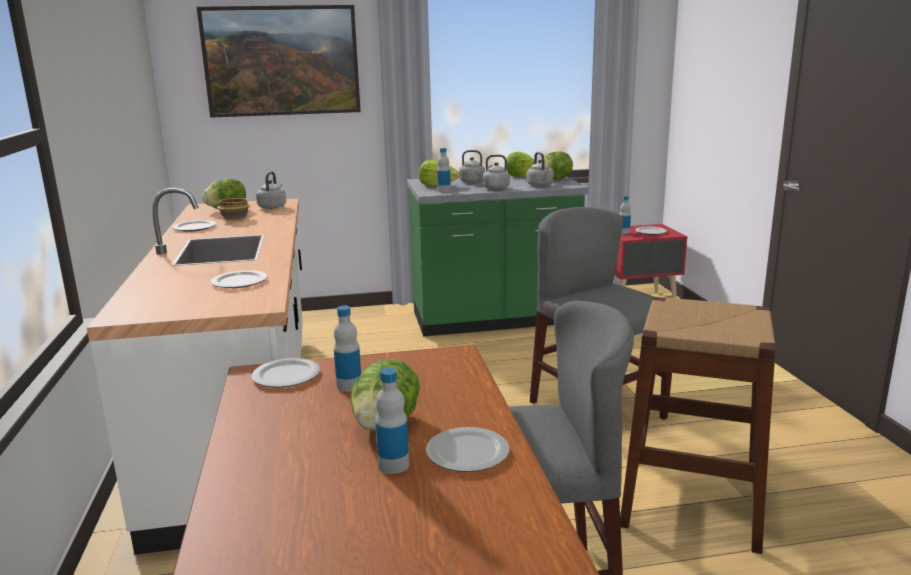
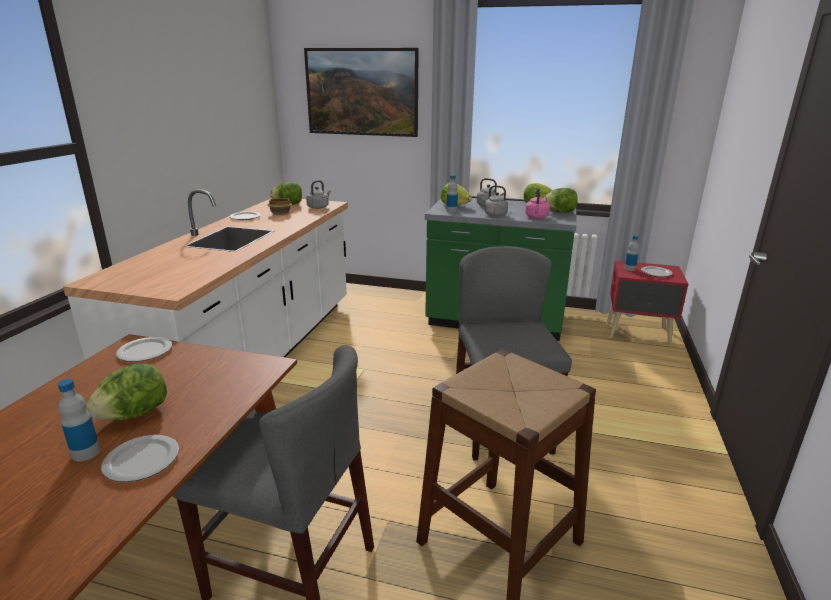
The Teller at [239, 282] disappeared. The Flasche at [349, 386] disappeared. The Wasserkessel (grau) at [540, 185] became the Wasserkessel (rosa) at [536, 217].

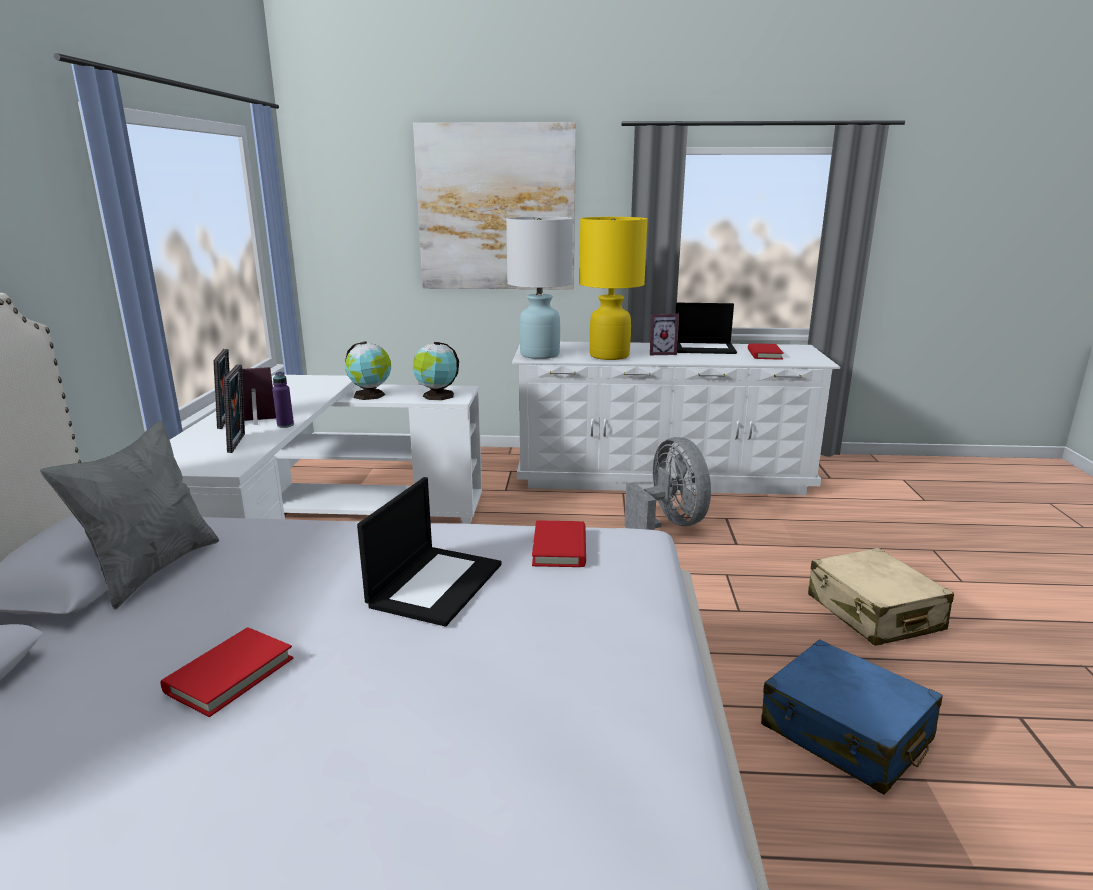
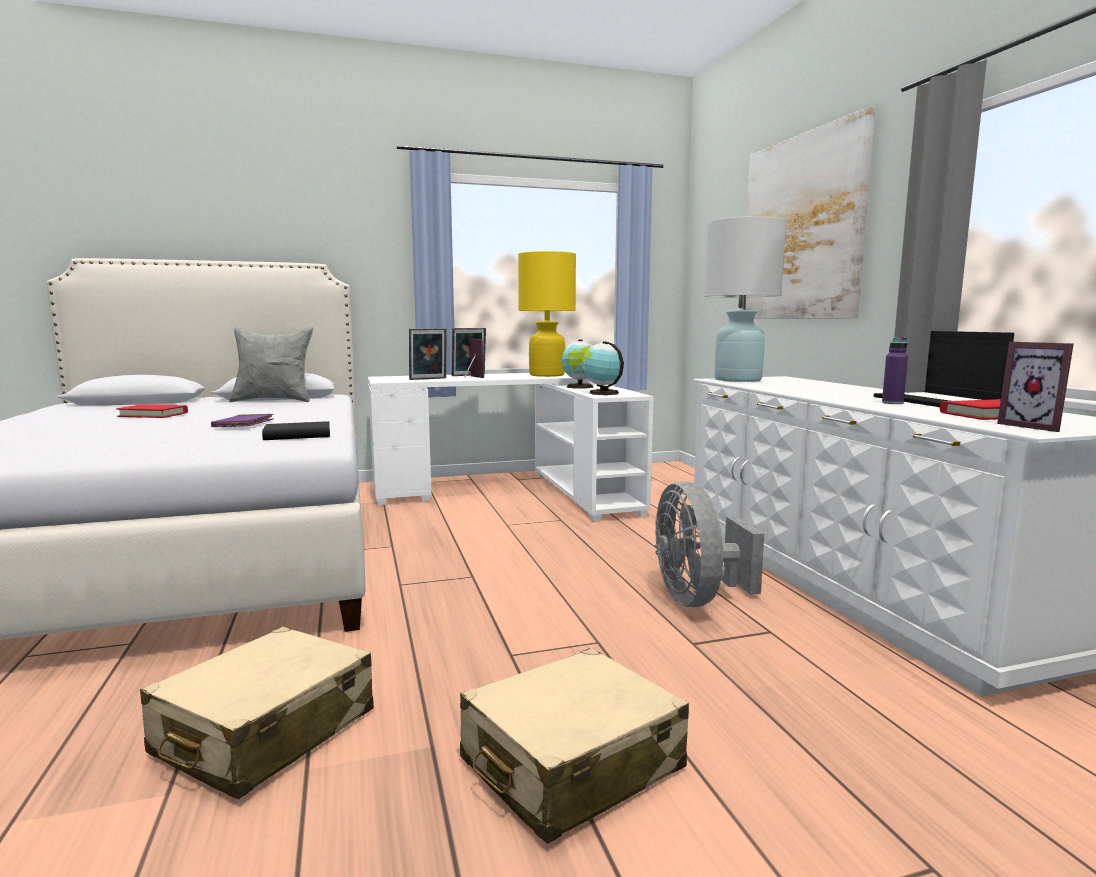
The Flasche (lila) moved from [285, 425] to [892, 403]. The Laptop at [435, 584] was replaced by the Buch (lila) at [243, 424]. The Buch (rot) at [559, 548] became the Buch (schwarz) at [297, 435]. The Tischlampe (gelb) moved from [609, 355] to [547, 375]. The Ventilator (grau) at [668, 525] turned 120 degrees clockwise. The Bilderrahmen moved from [661, 353] to [1036, 426]. The Koffer (blau) at [845, 733] became the Koffer (beige) at [265, 733].

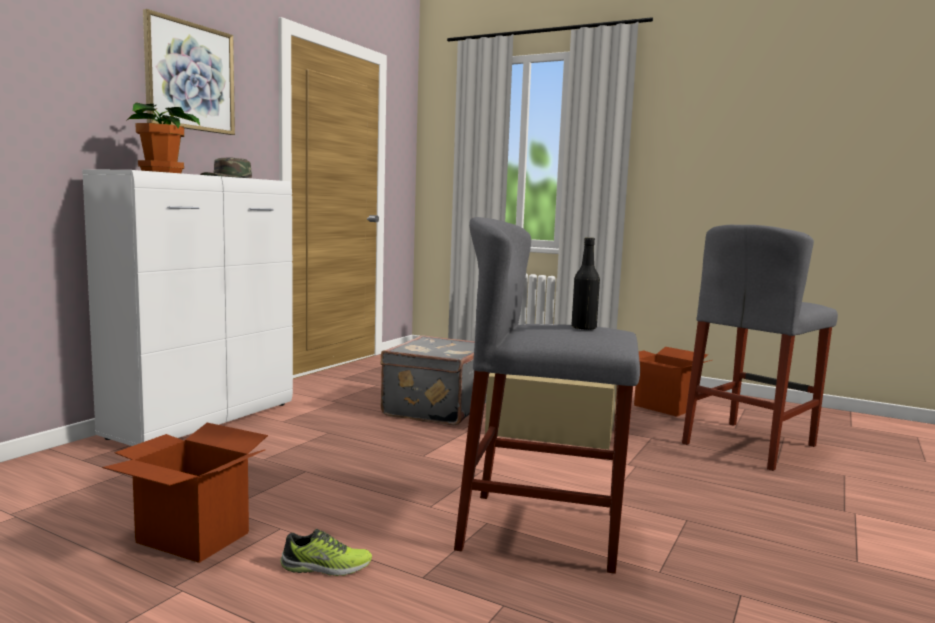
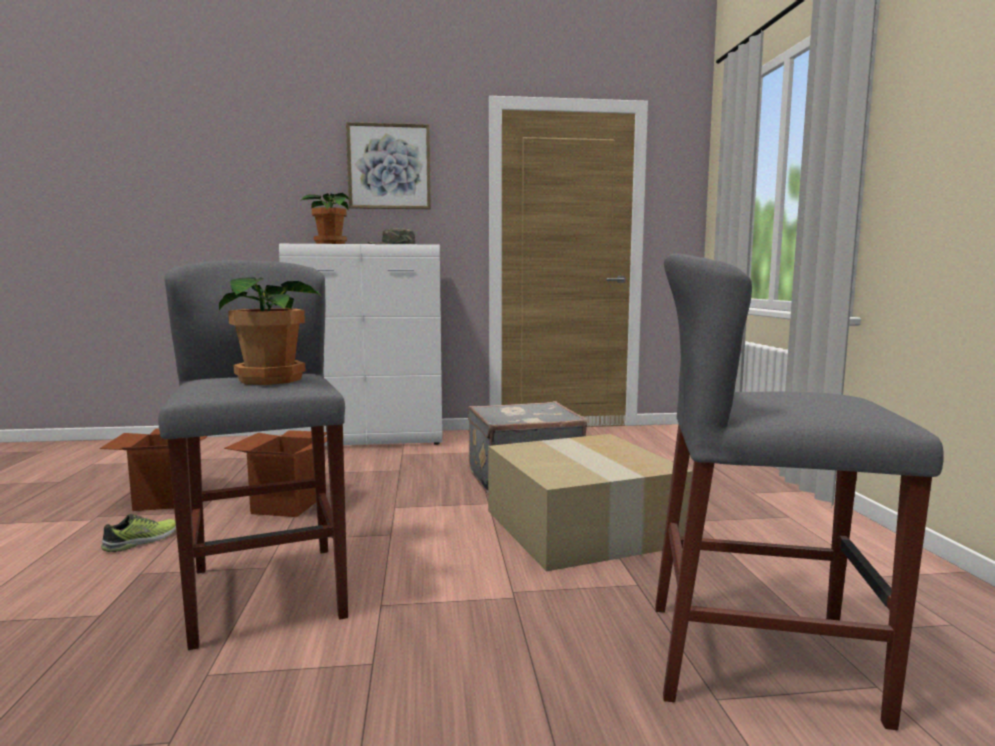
The Schuh at [326, 567] turned 105 degrees counterclockwise. The Flasche (schwarz) at [583, 328] was replaced by the Topfpflanze at [272, 379]. The Karton moved from [664, 407] to [289, 504].

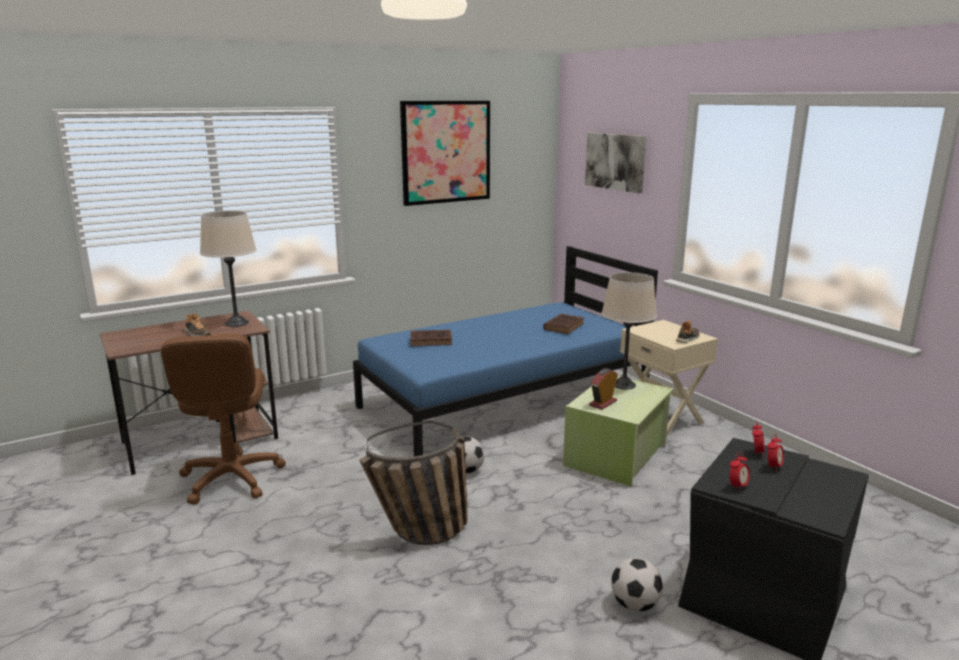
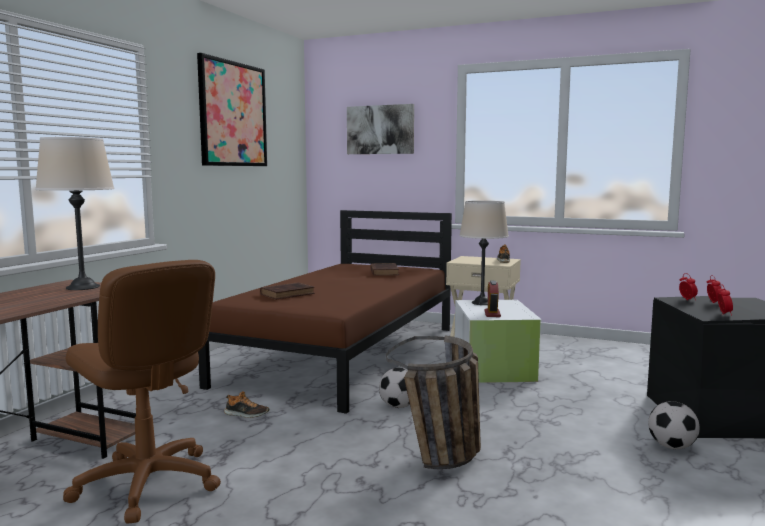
The Schuh moved from [197, 334] to [246, 414]. The Bett (blau) at [504, 401] became the Bett (braun) at [344, 354]. The Aufbewahrungsbox (grün) at [617, 455] became the Aufbewahrungsbox (weiß) at [494, 367].

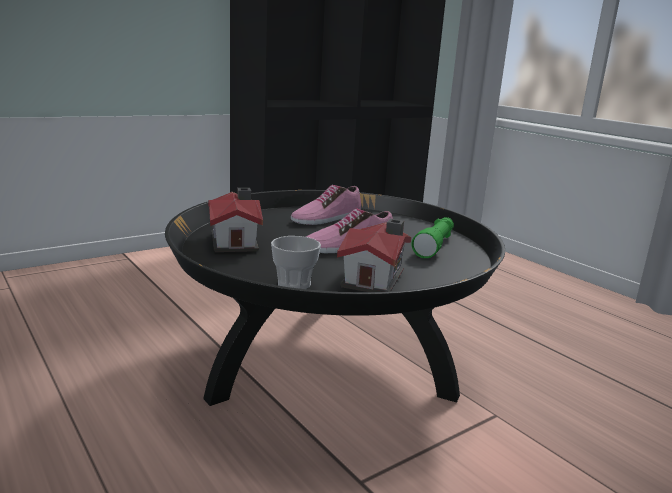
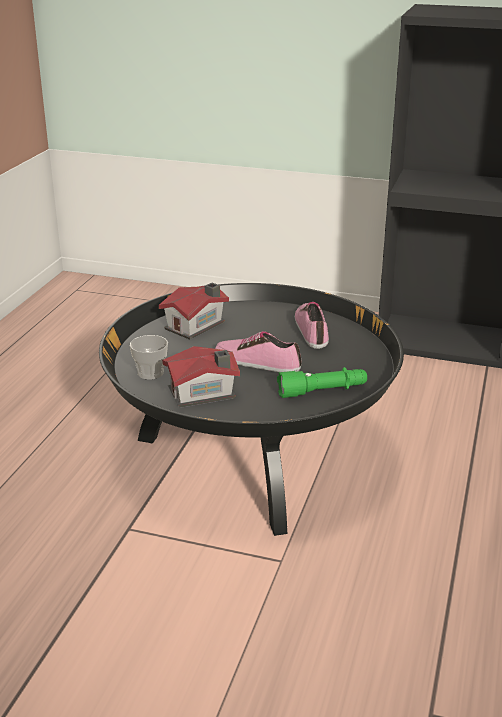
The Schuh at [326, 217] turned 75 degrees clockwise.

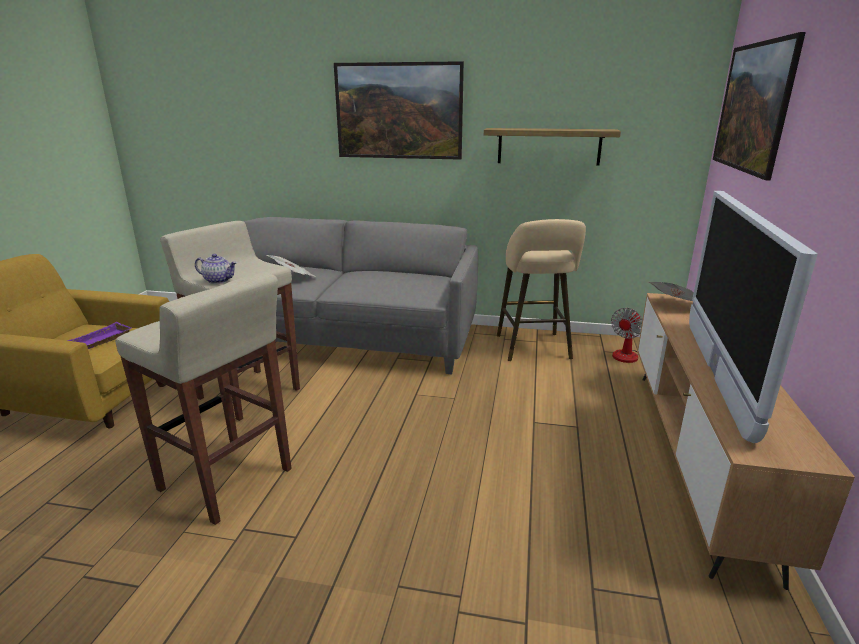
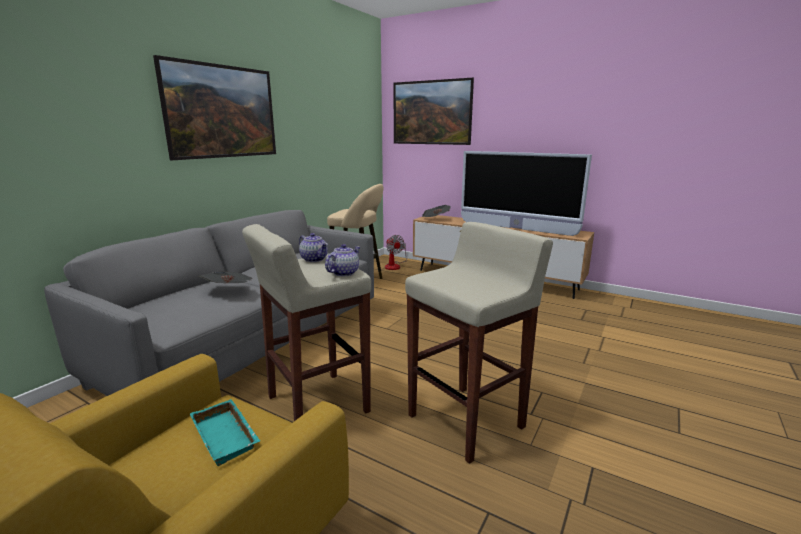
The Tablett (lila) at [101, 341] became the Tablett (türkis) at [227, 435]. The Wandregal at [549, 146] disappeared. The Teekanne at [314, 259] appeared.

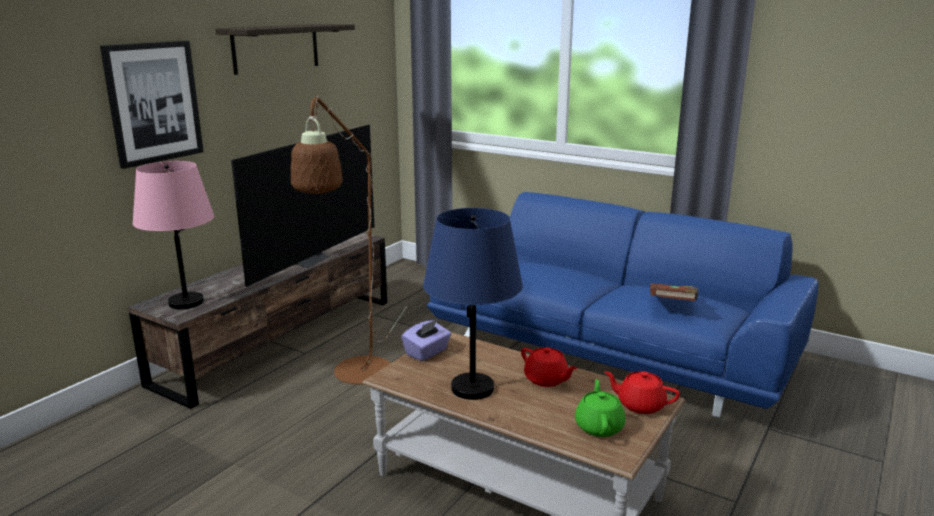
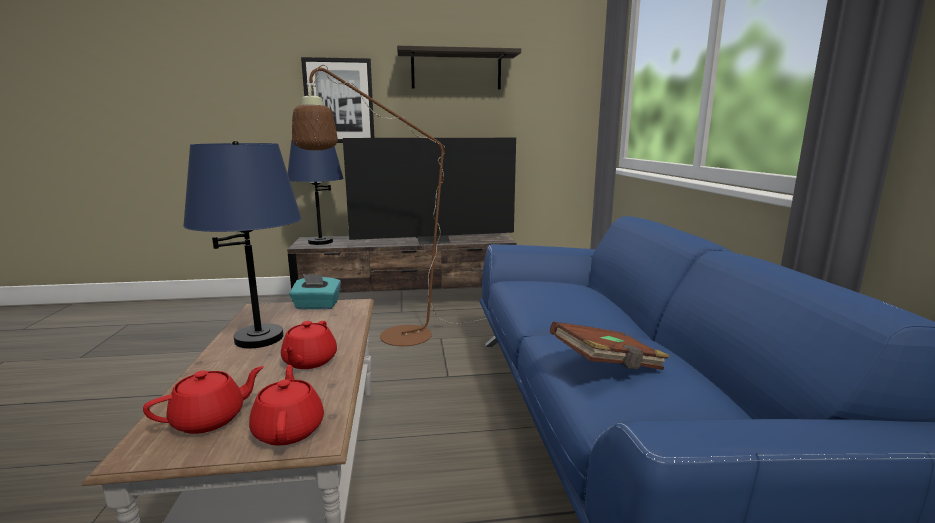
The Tischlampe (rosa) at [186, 302] became the Tischlampe (blau) at [320, 242]. The Taschentuchbox (lila) at [427, 352] became the Taschentuchbox (türkis) at [316, 306]. The Teekanne (grün) at [599, 426] became the Teekanne (rot) at [210, 419].

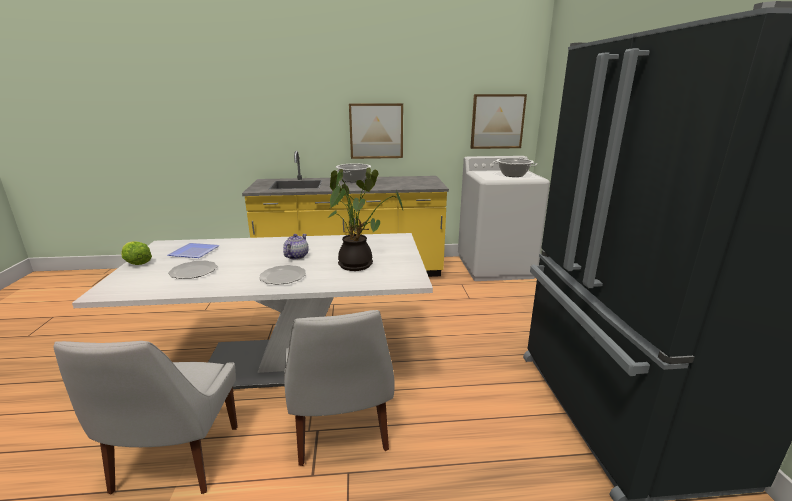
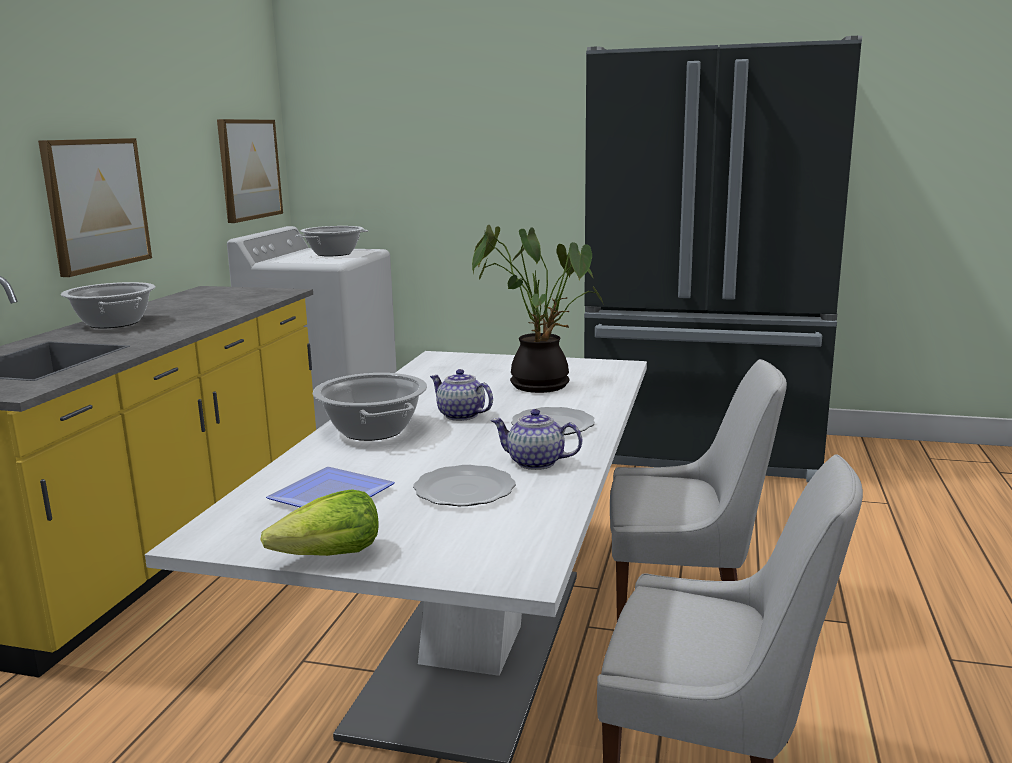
The Kochtopf at [373, 430] appeared. The Teekanne at [535, 463] appeared.

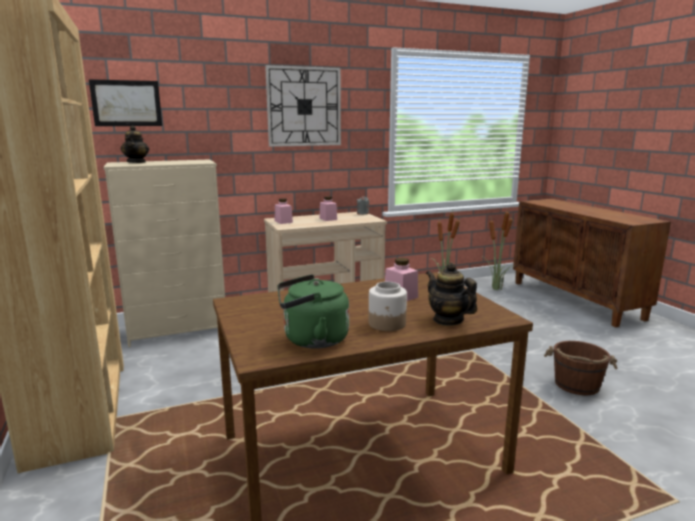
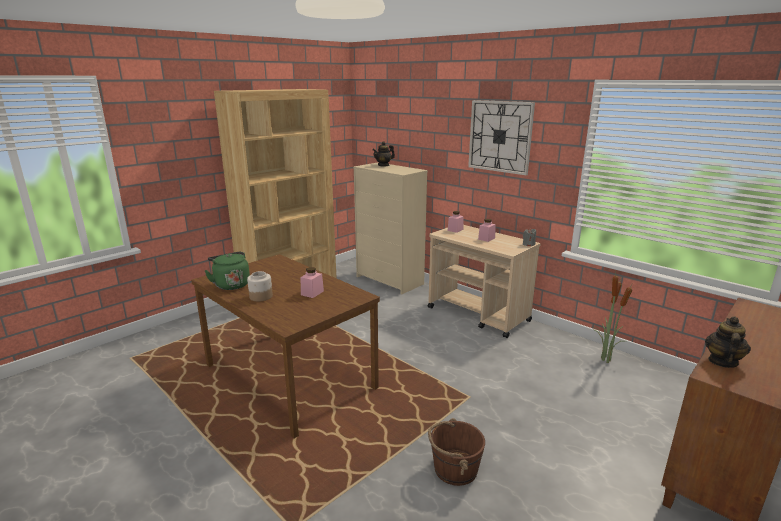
The Bild at [126, 103] disappeared. The Teekanne moved from [448, 320] to [722, 361]. The Topfpflanze at [496, 289] disappeared.

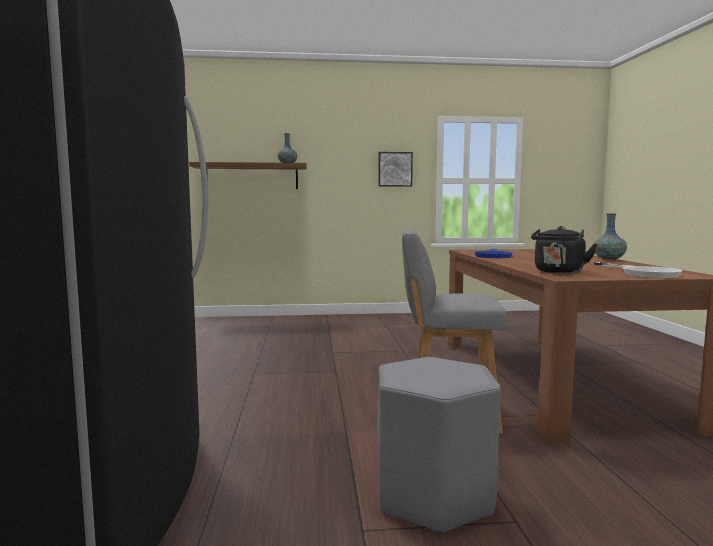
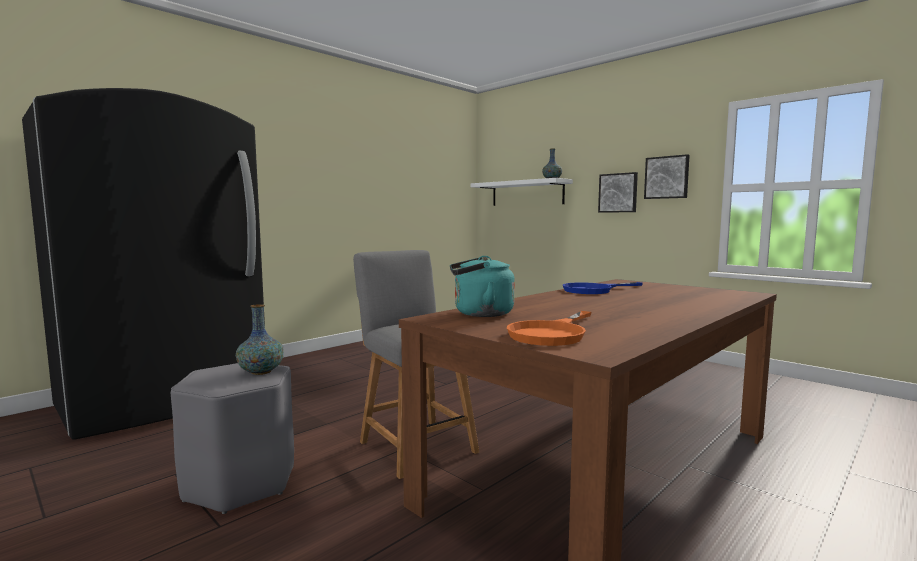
The Wandregal (braun) at [252, 176] became the Wandregal (weiß) at [527, 193]. The Wasserkessel (schwarz) at [558, 272] became the Wasserkessel (türkis) at [479, 314]. The Vase moved from [609, 259] to [261, 372]. The Pfanne (weiß) at [642, 273] became the Pfanne (orange) at [552, 333]. The Bild at [618, 193] appeared.

